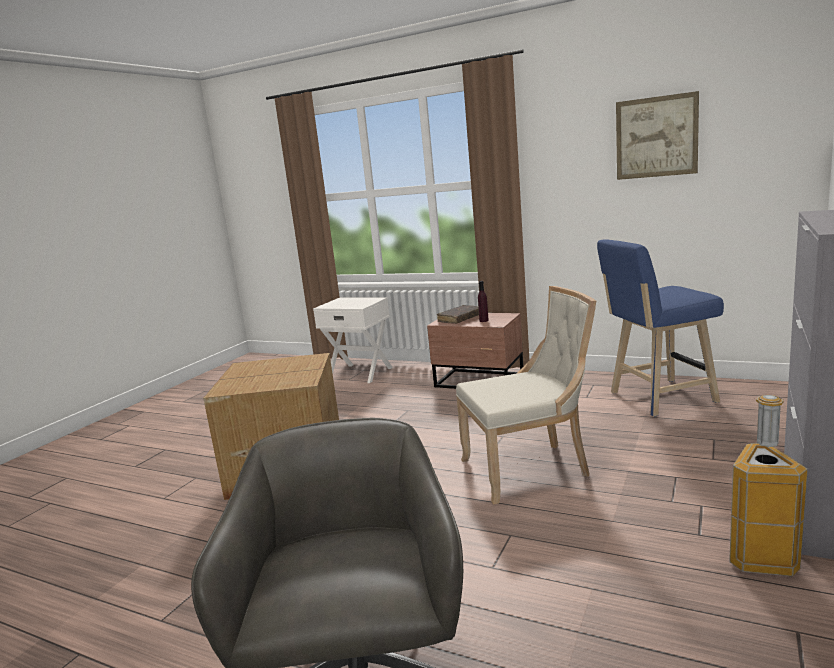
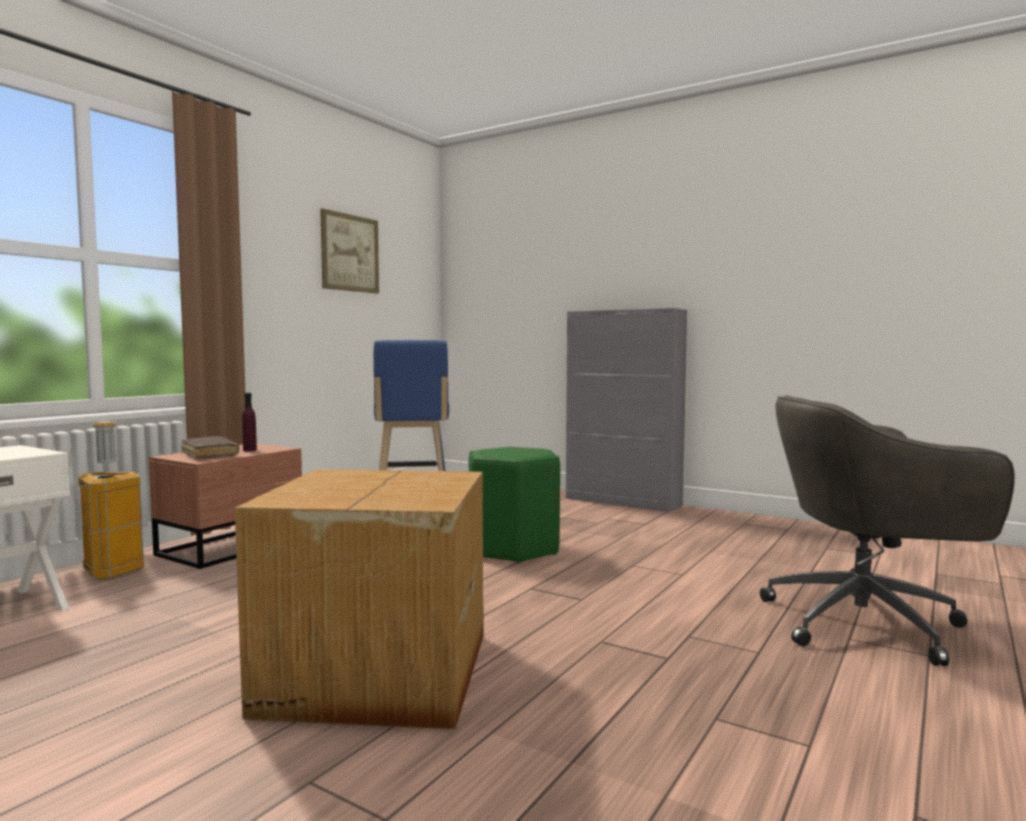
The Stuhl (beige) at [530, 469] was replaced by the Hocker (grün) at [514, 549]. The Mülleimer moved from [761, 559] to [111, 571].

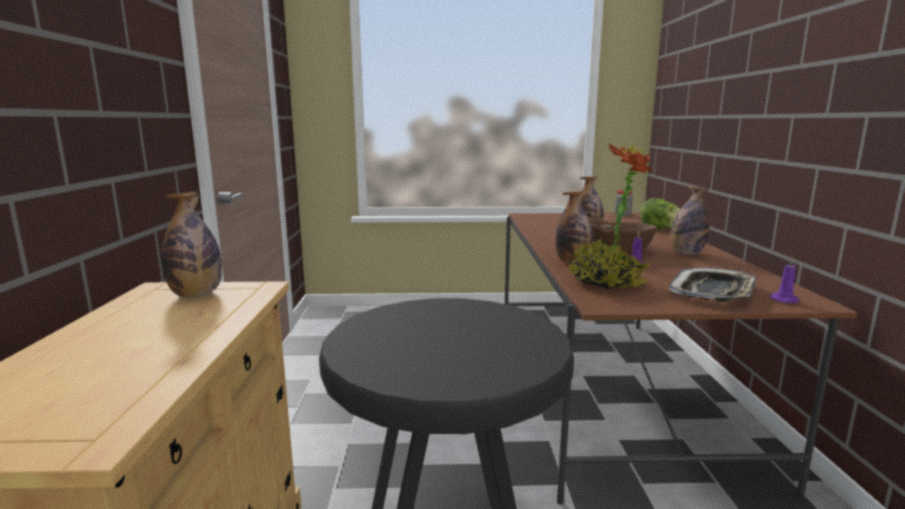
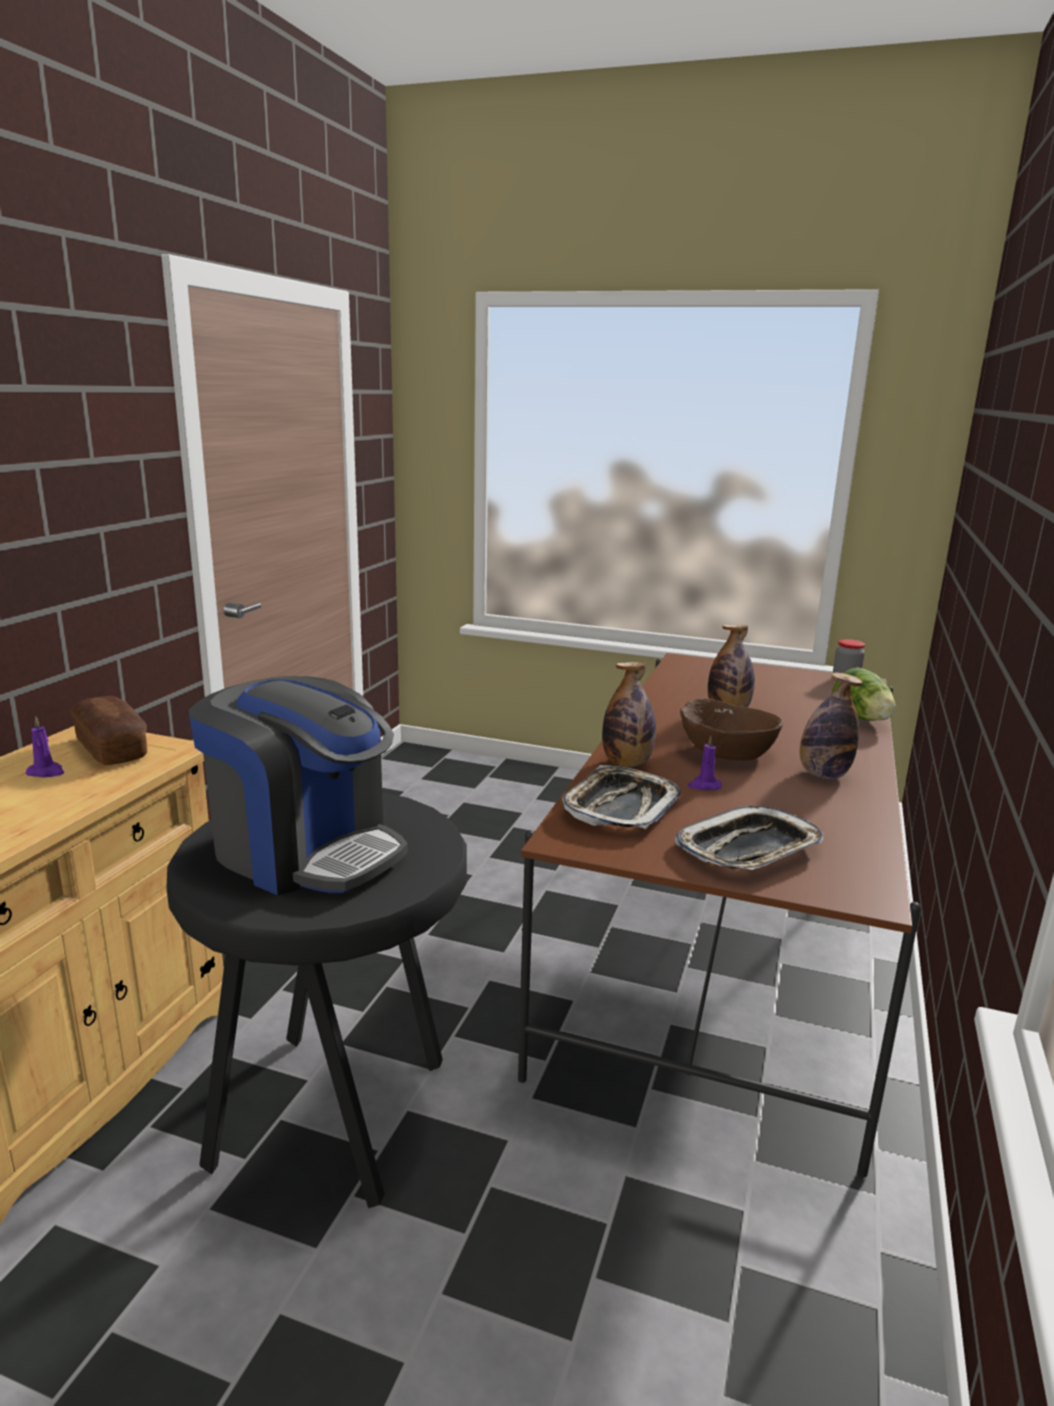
The Flasche at [196, 295] was replaced by the Brot at [111, 748]. The Topfpflanze at [606, 283] was replaced by the Tablett at [620, 806]. The Kerze (lila) moved from [785, 300] to [46, 772]. The Kaffeemaschine at [305, 851] appeared.

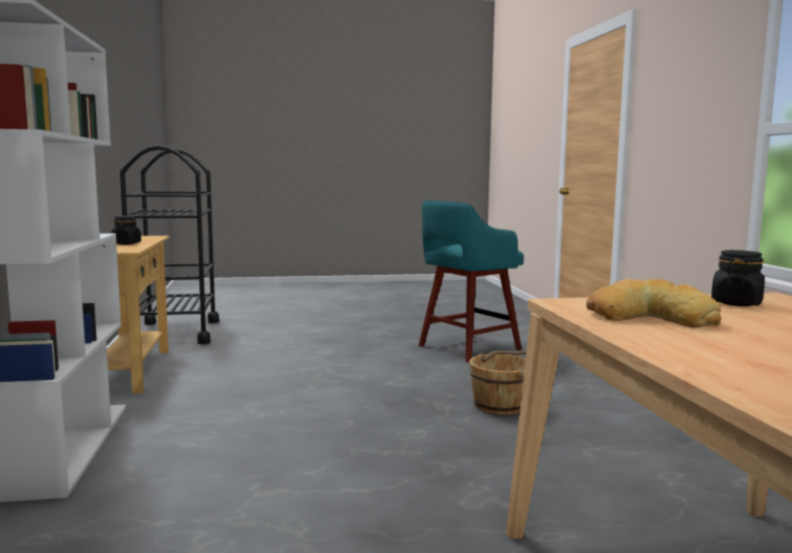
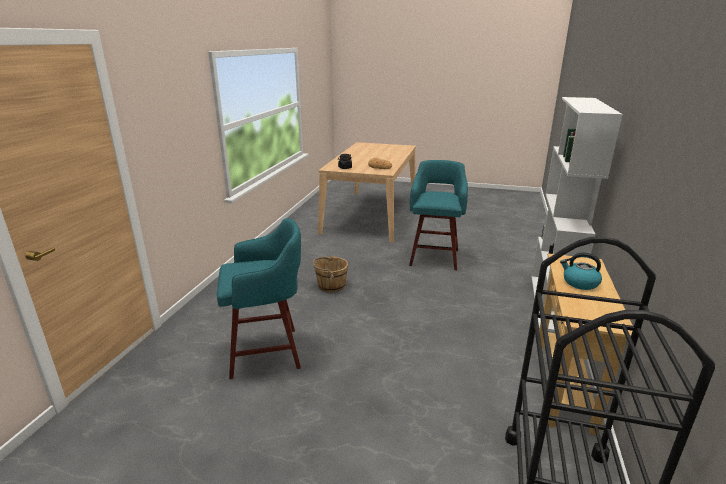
The Vorratsglas (schwarz) at [126, 243] was replaced by the Wasserkessel at [579, 283]. The Hocker (türkis) at [434, 256] appeared.

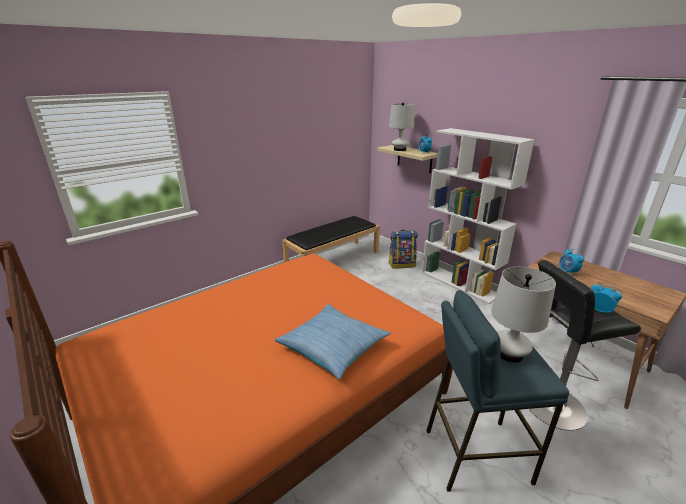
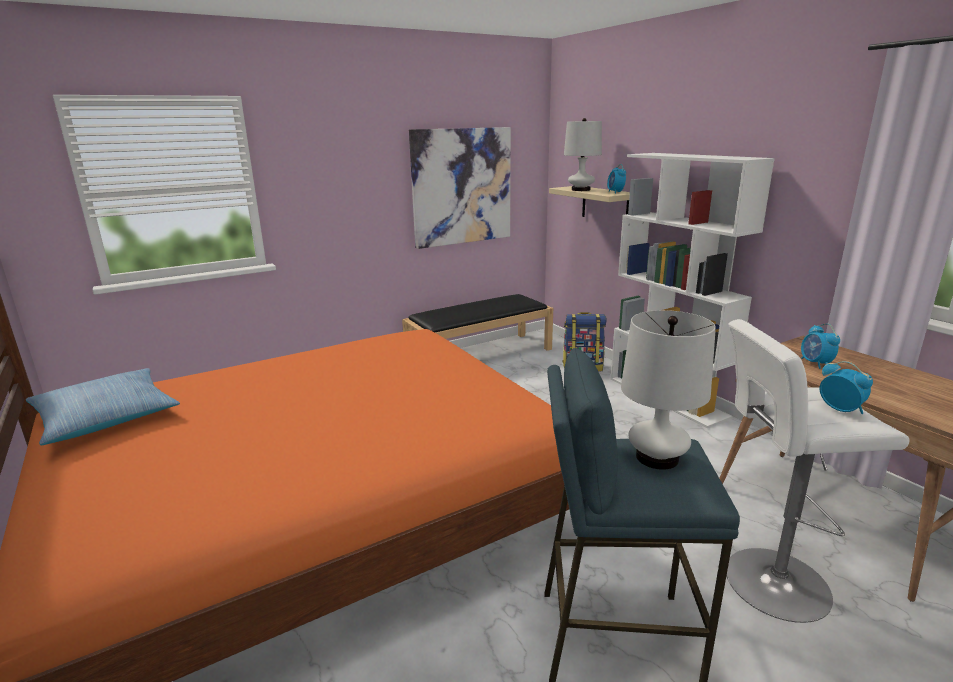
The Kissen moved from [333, 346] to [106, 417]. The Hocker (schwarz) at [551, 407] became the Hocker (weiß) at [769, 583]. The Bild at [462, 187] appeared.

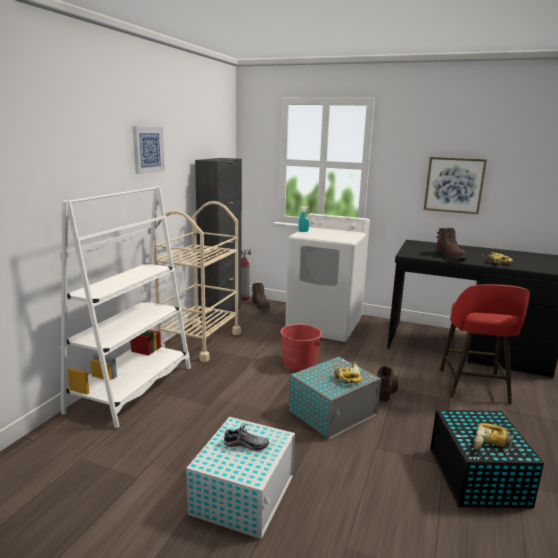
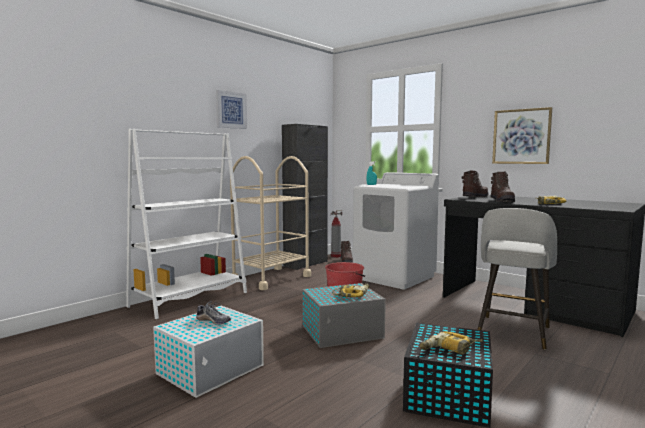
The Stiefel (braun) moved from [385, 392] to [474, 197]. The Hocker (rot) at [474, 387] became the Hocker (grau) at [512, 333].

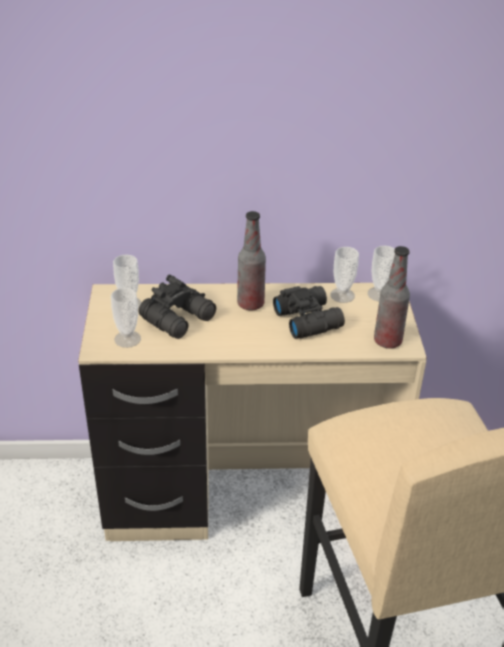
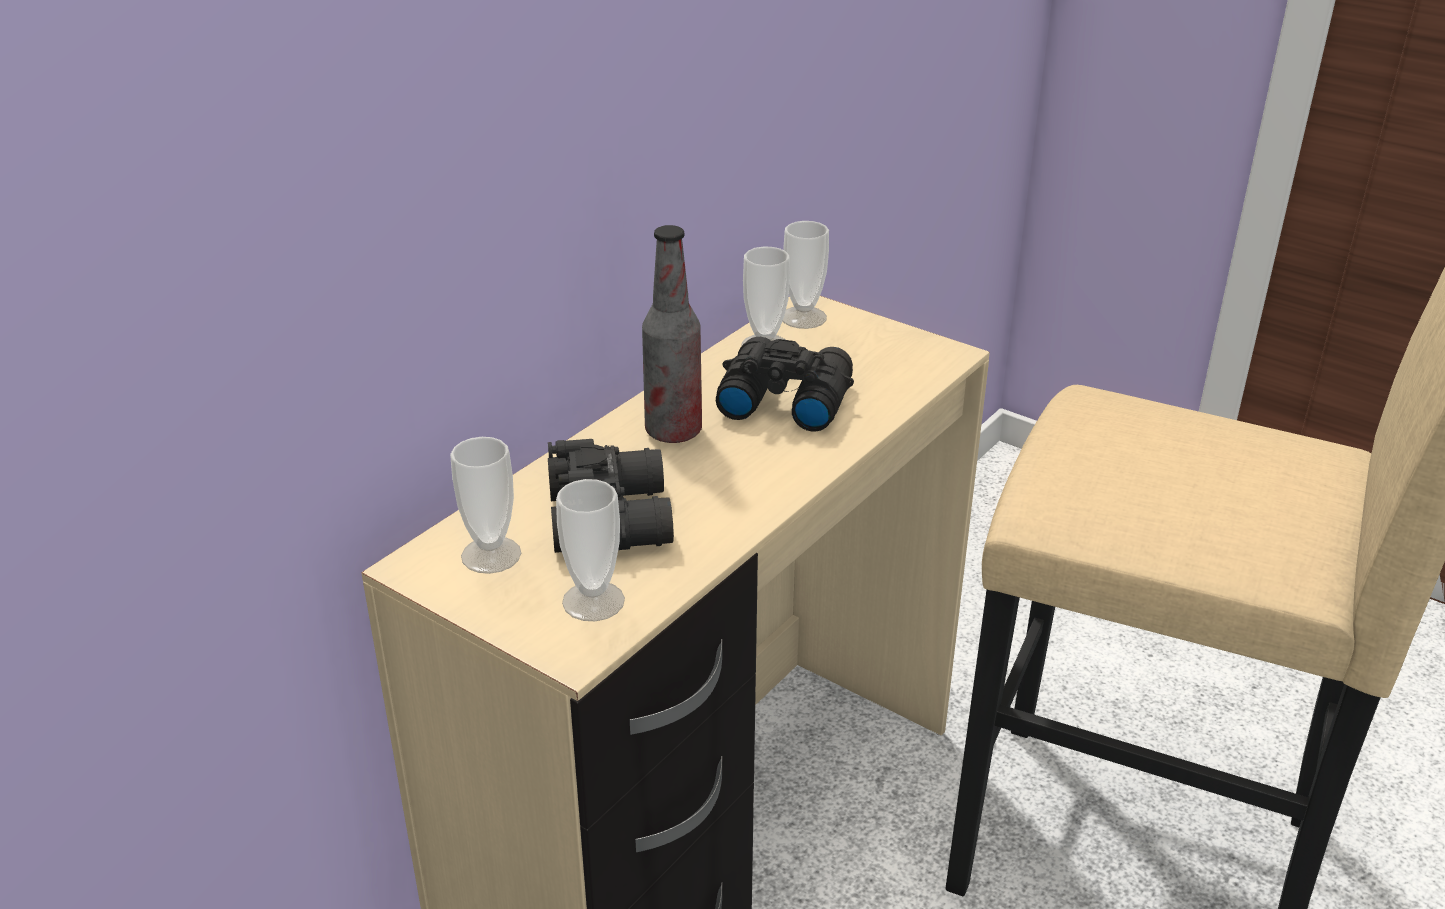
The Flasche at [387, 341] disappeared.

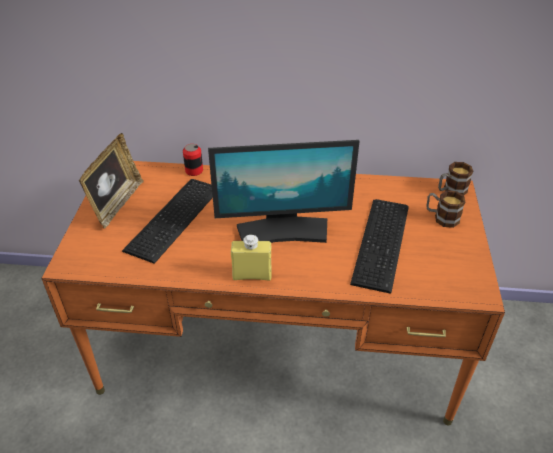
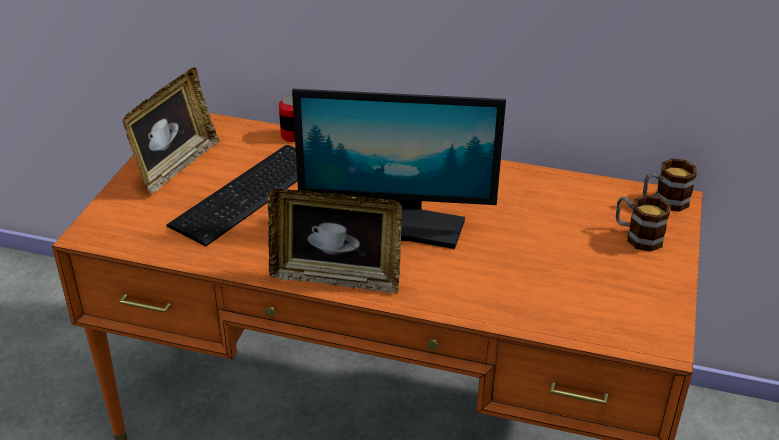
The Flasche (gelb) at [252, 275] was replaced by the Bilderrahmen at [336, 277]. The Tastatur at [383, 243] disappeared.

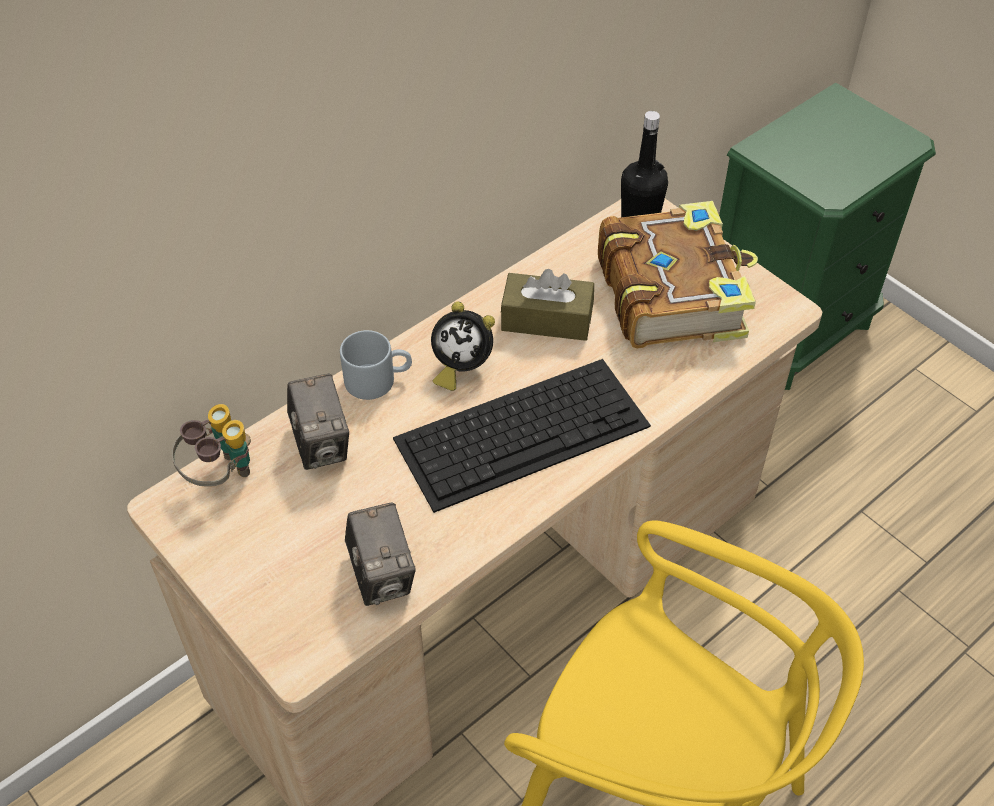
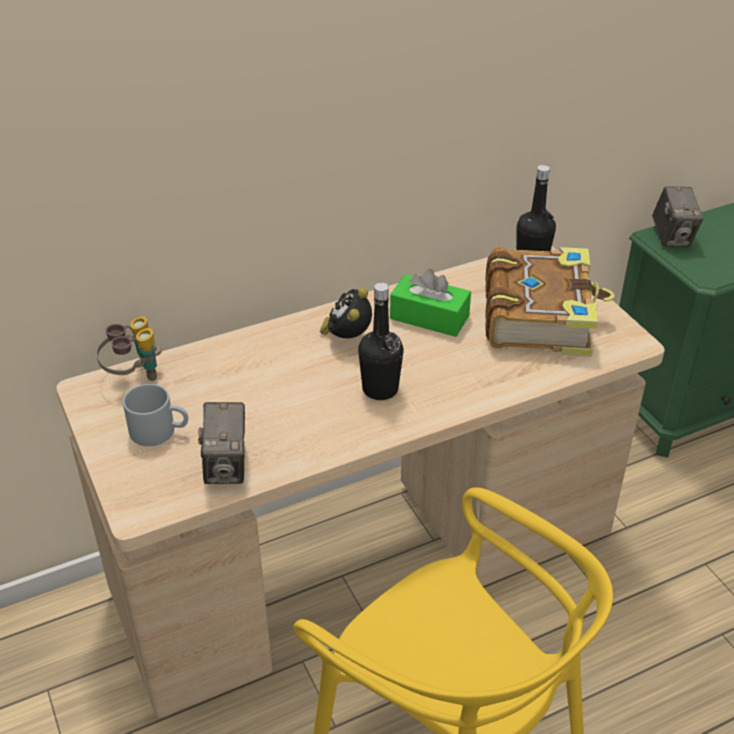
The Kamera moved from [321, 444] to [672, 237]. The Henkelbecher (grau) moved from [378, 379] to [160, 431]. The Tastatur at [524, 431] was replaced by the Flasche (schwarz) at [380, 389]. The Wecker at [460, 367] turned 75 degrees clockwise. The Taschentuchbox (braun) at [546, 319] became the Taschentuchbox (grün) at [429, 317].

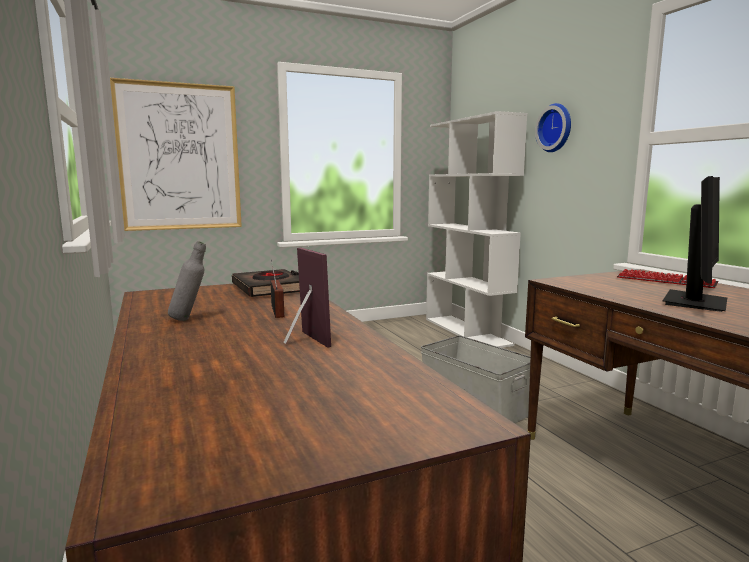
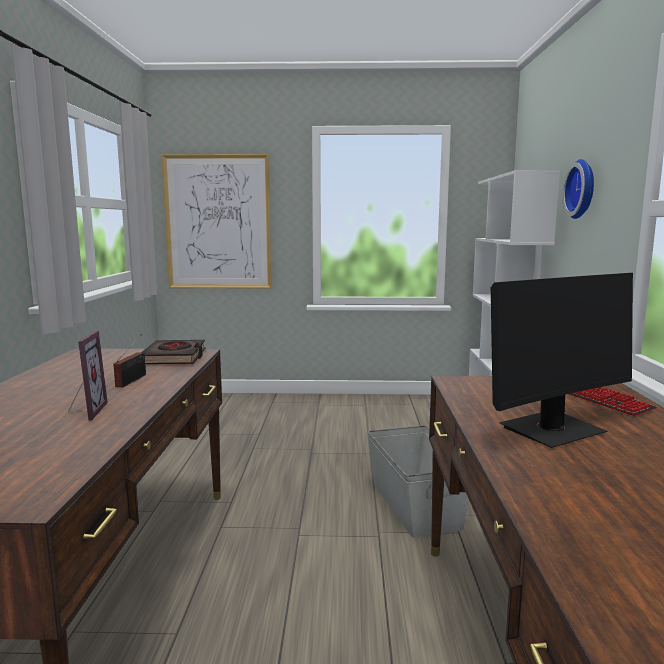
The Flasche (grau) at [189, 319] disappeared.

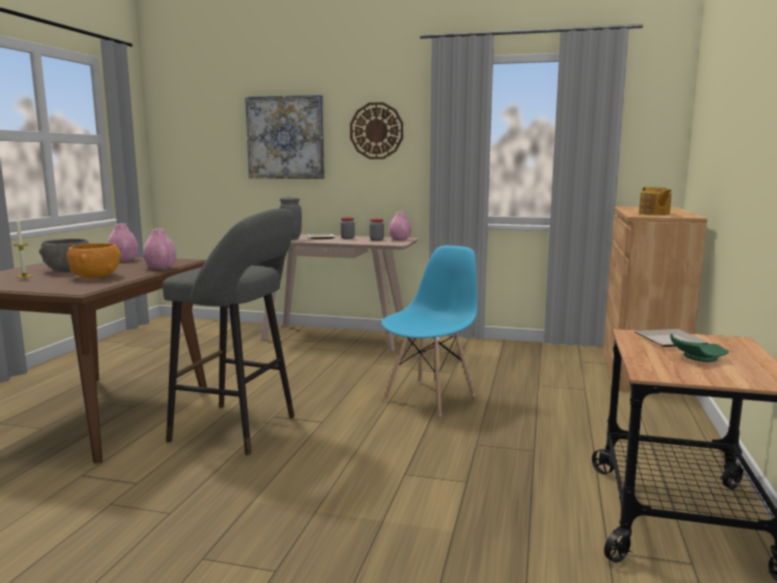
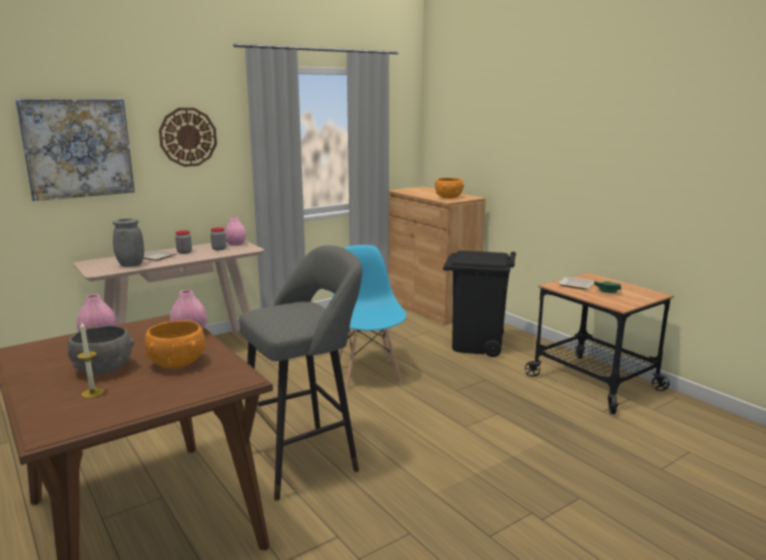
The Teekanne at [654, 214] was replaced by the Schüssel (orange) at [449, 197]. The Mülleimer (schwarz) at [476, 345] appeared.

